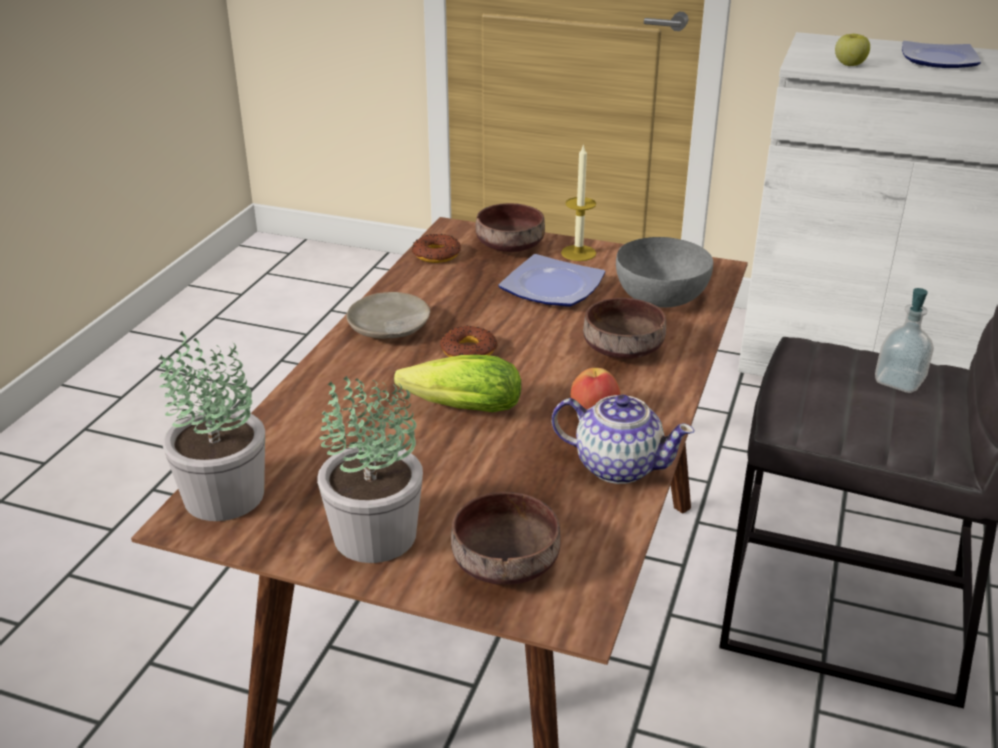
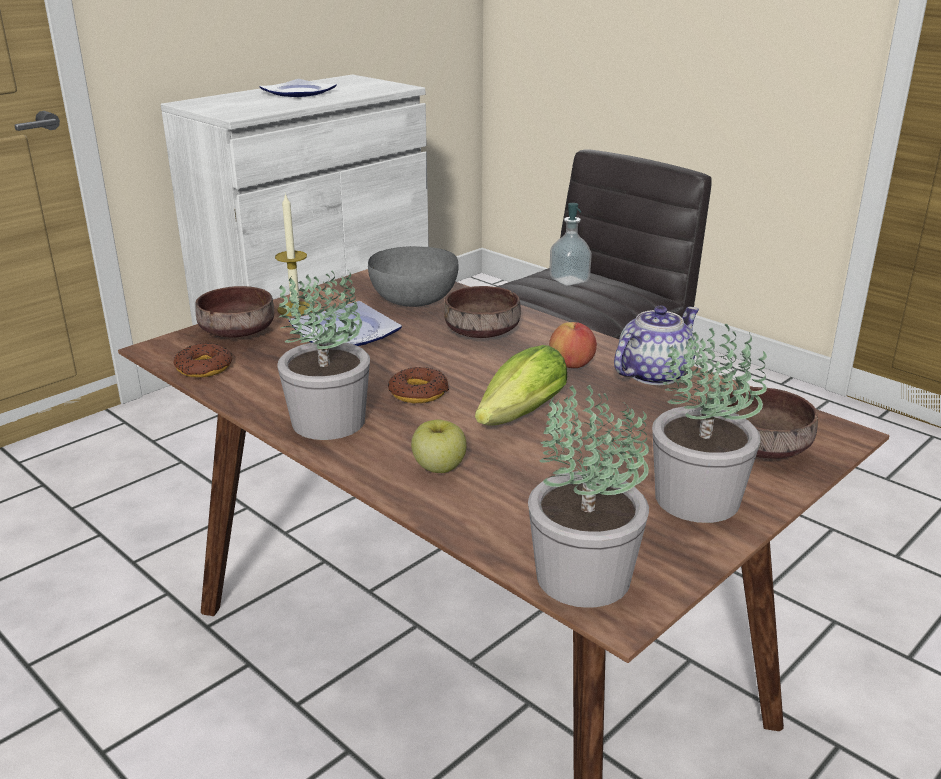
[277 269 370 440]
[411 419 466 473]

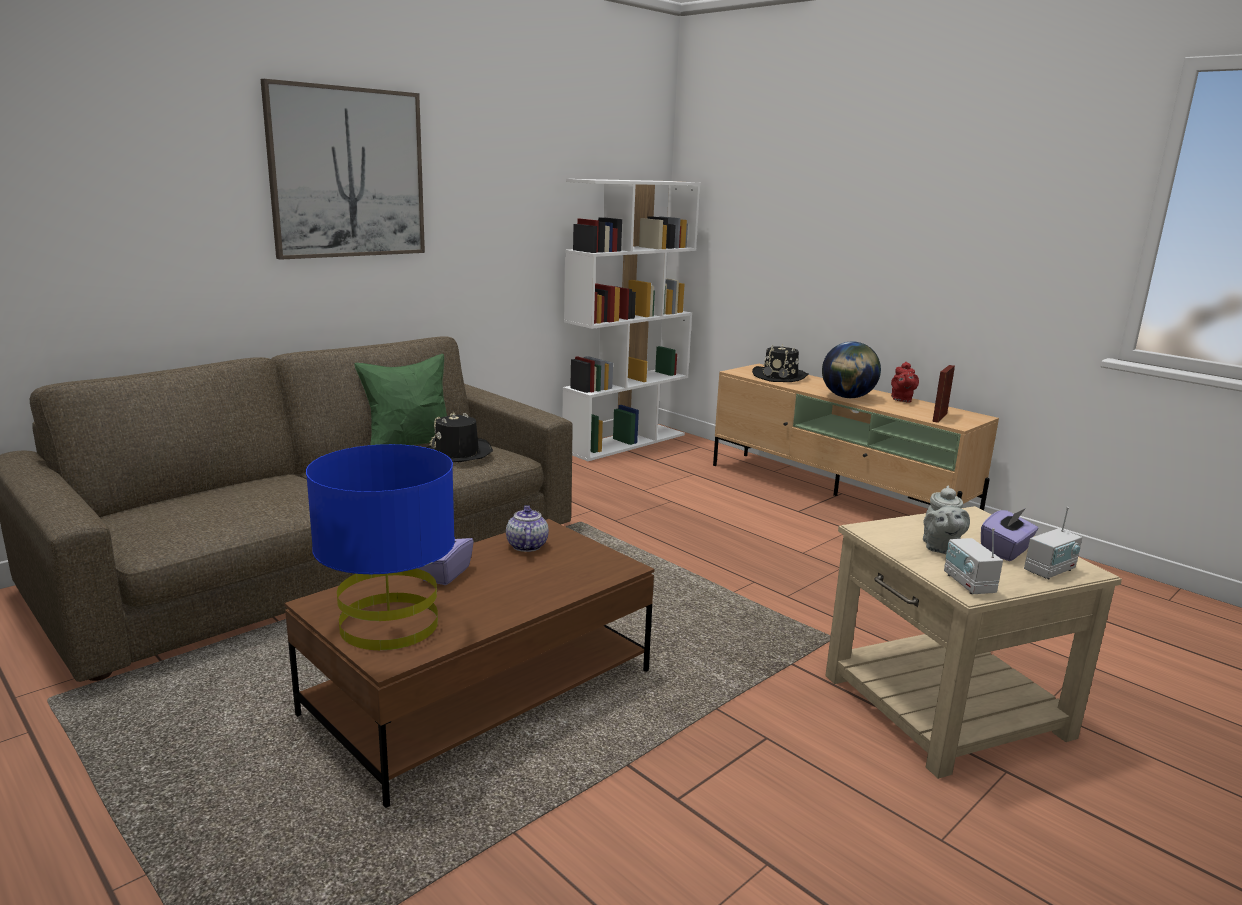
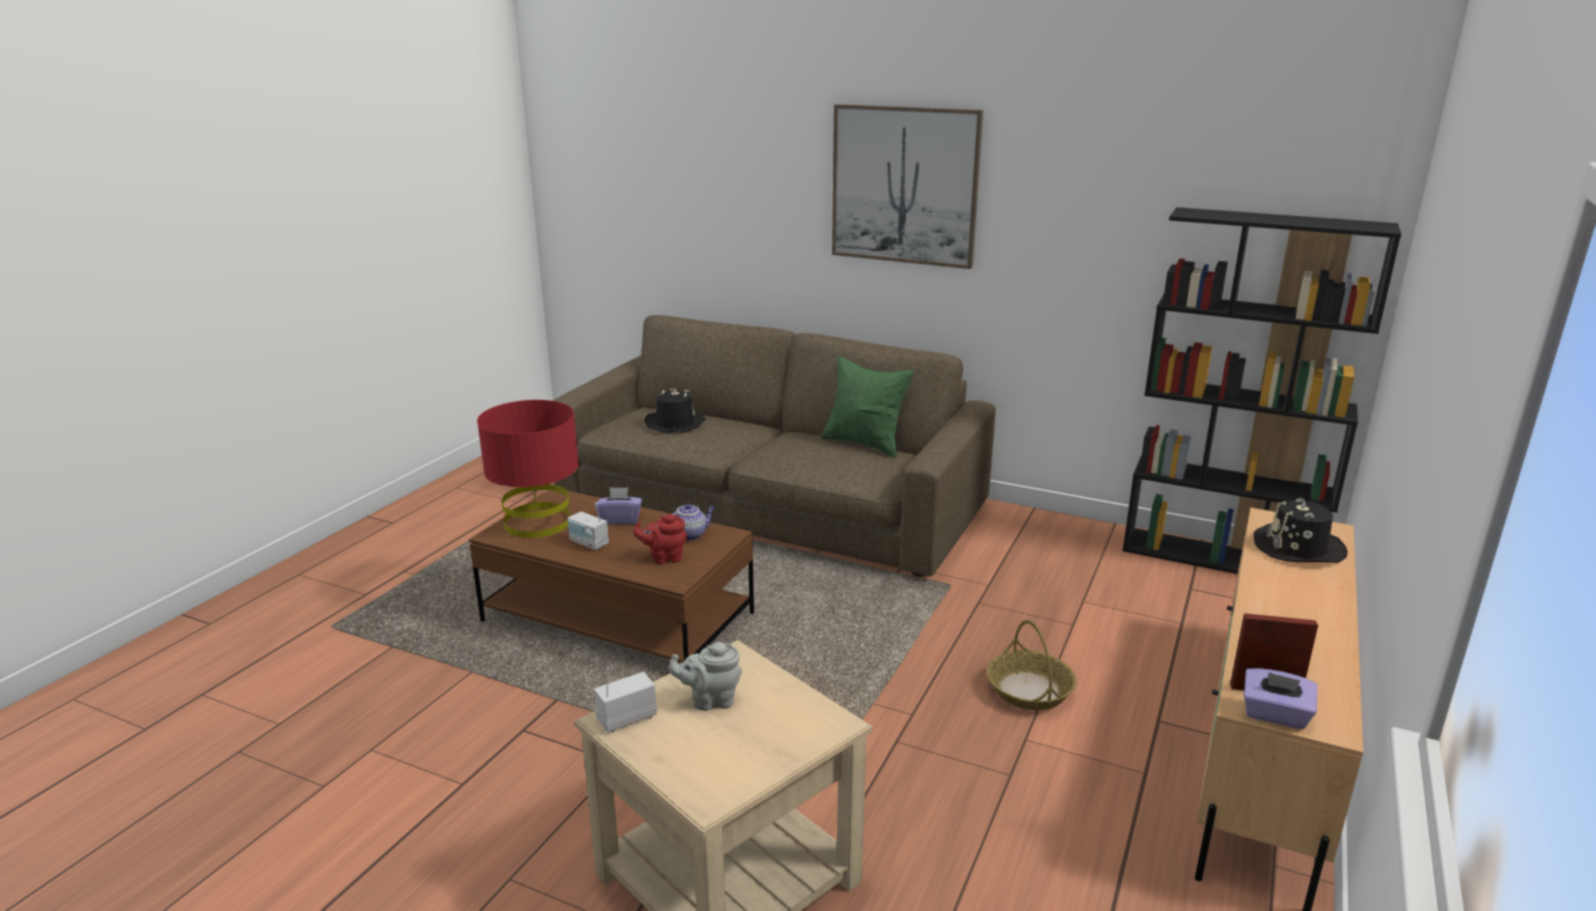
[477 400 579 538]
[567 502 609 550]
[634 514 687 564]
[645 388 706 433]
[987 620 1077 710]
[1122 207 1401 574]
[1244 668 1318 729]
[822 341 881 398] (first image)

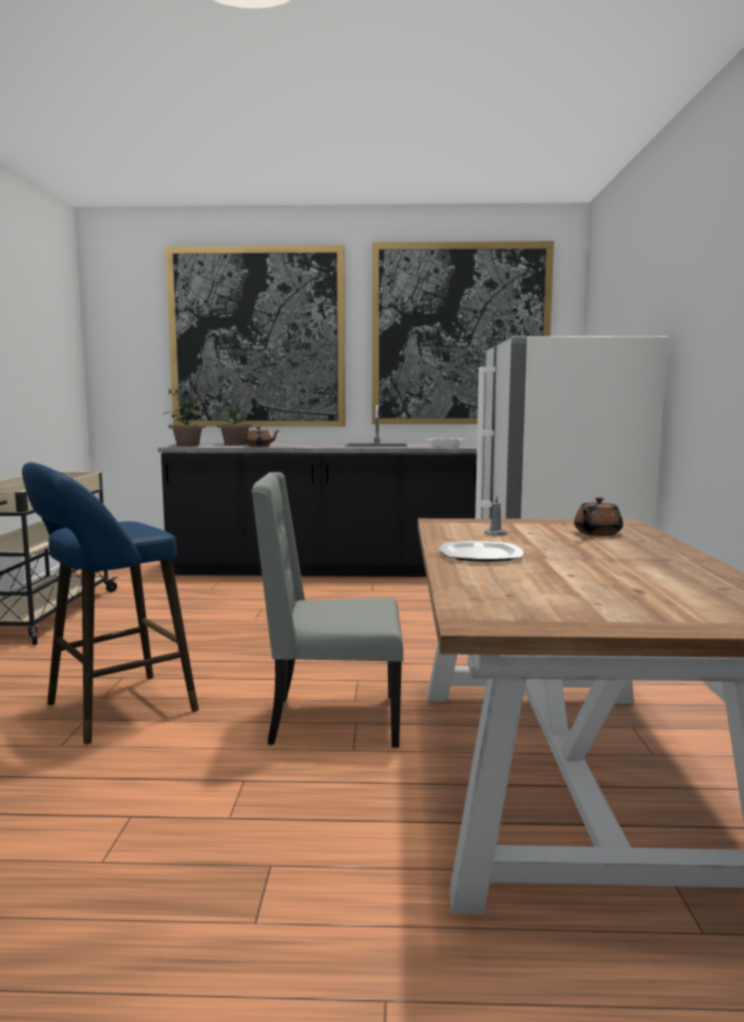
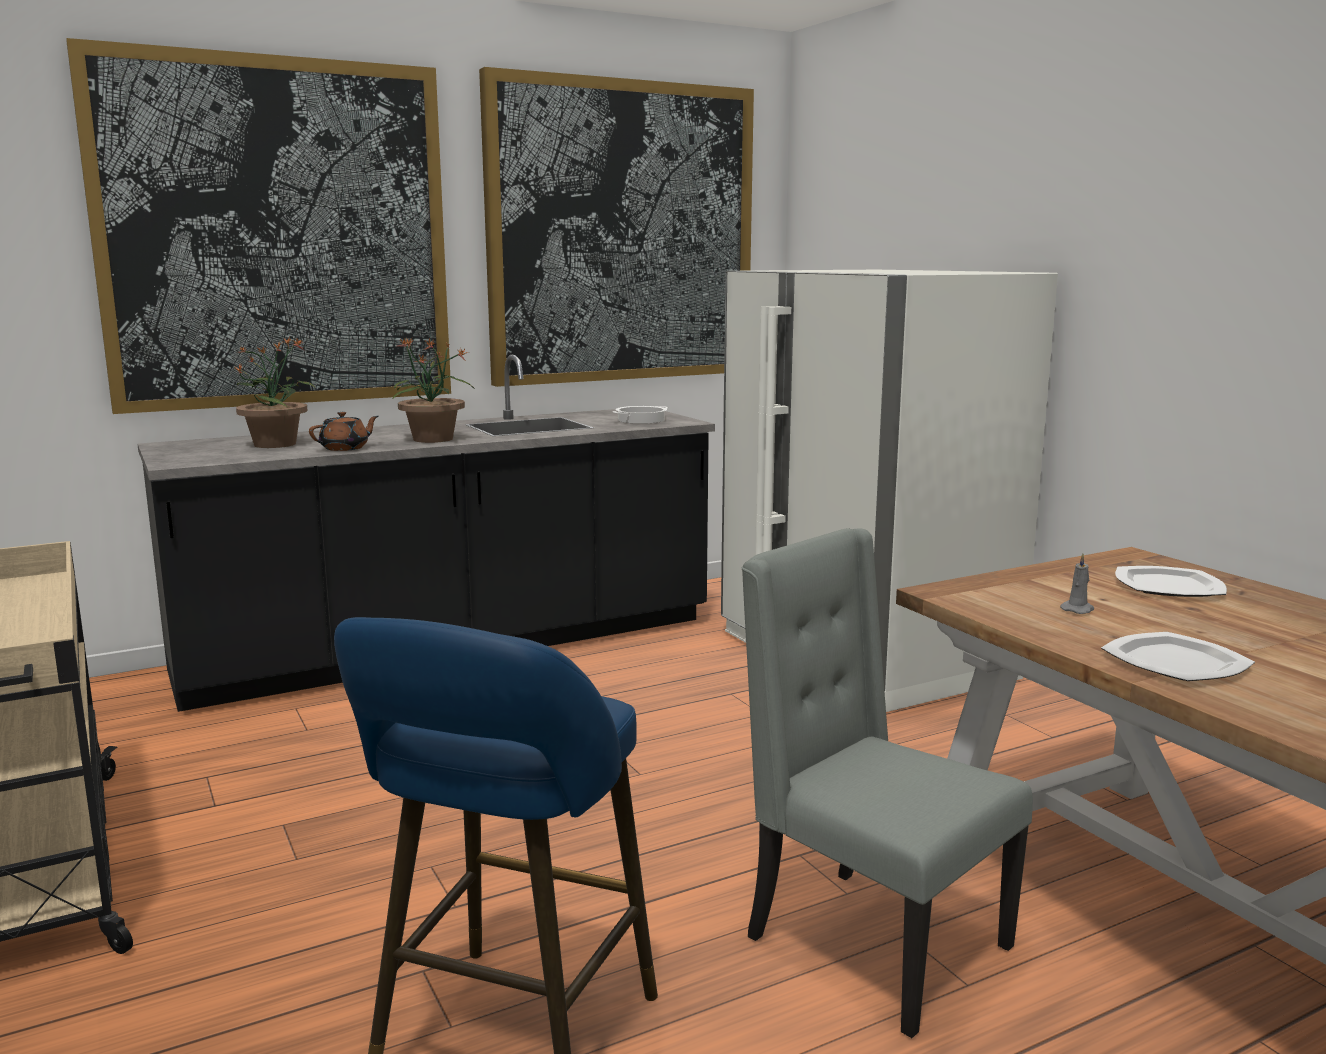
[393 338 474 443]
[742 528 1033 1038]
[1115 566 1227 597]

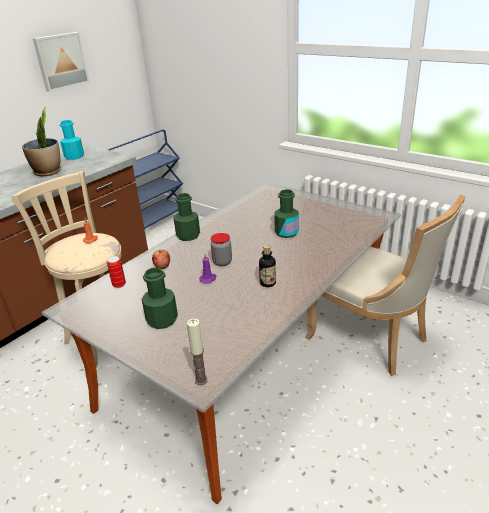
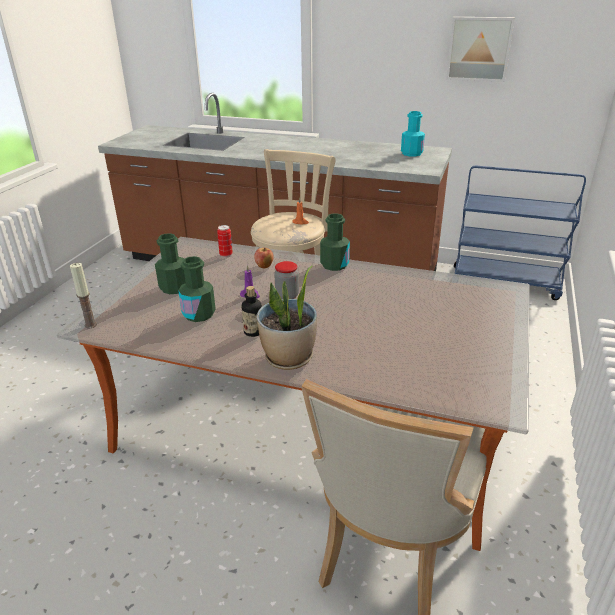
[178 256 216 322]
[256 266 317 370]

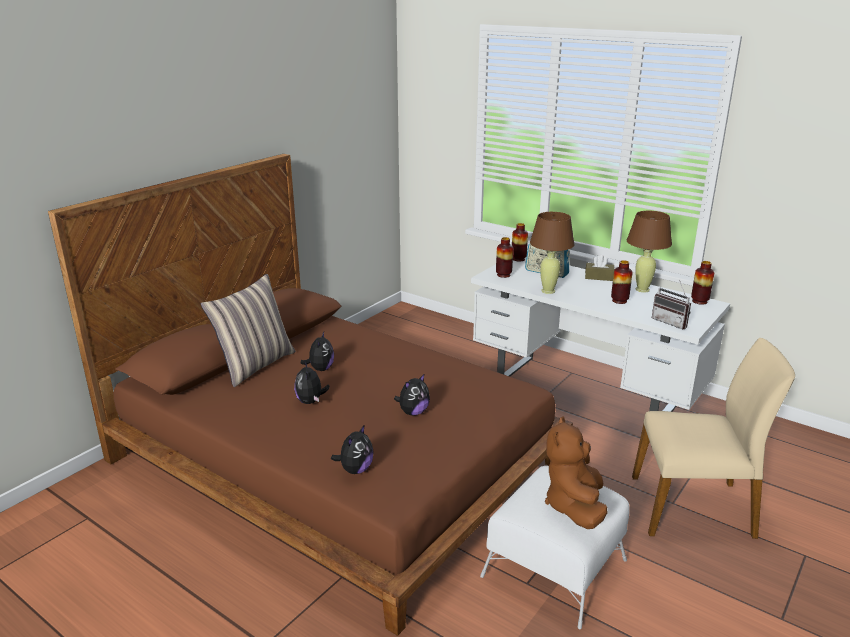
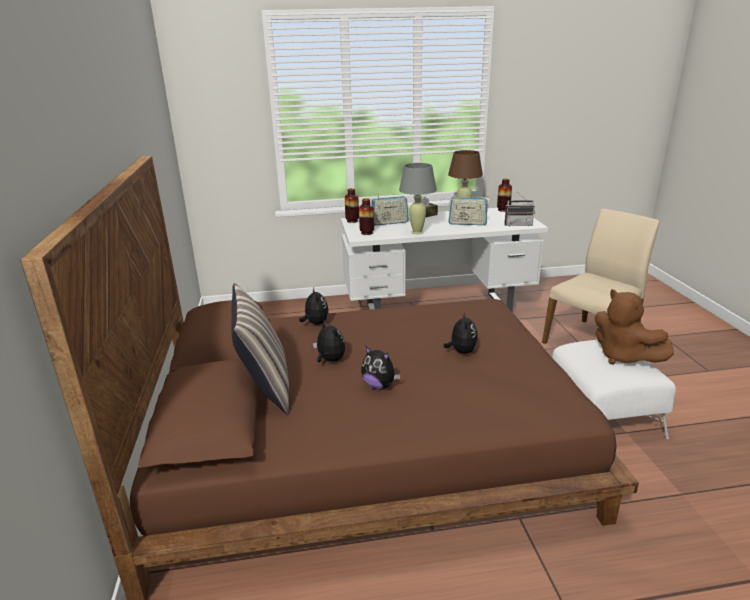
[299 288 329 325]
[399 163 437 234]
[448 192 488 225]

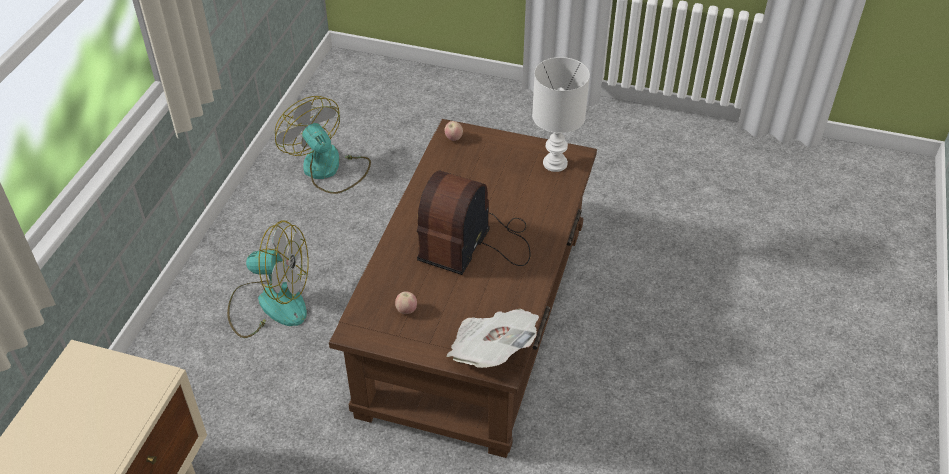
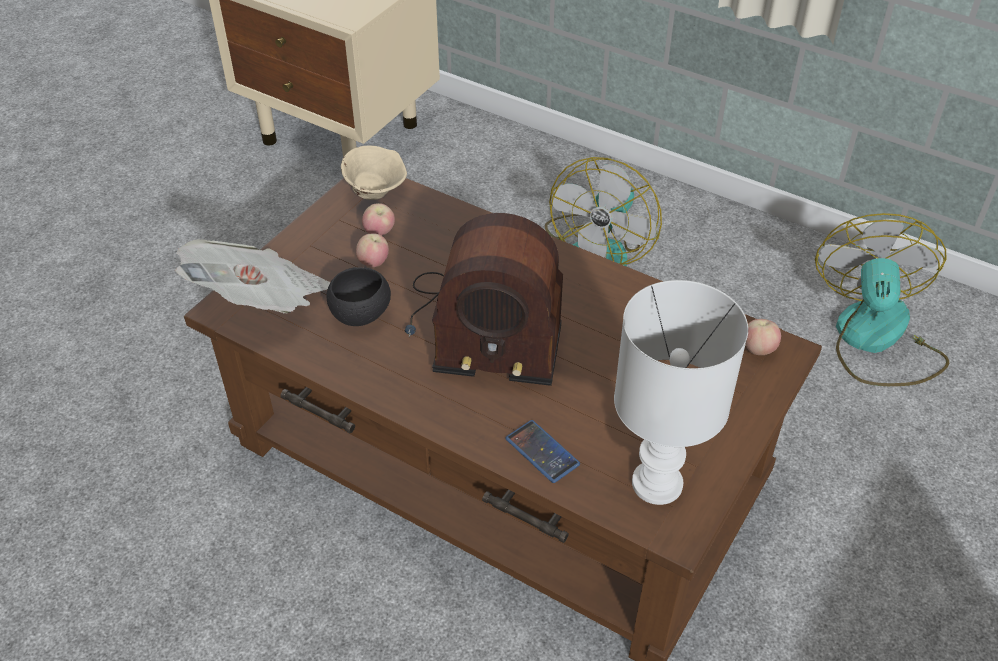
[327 267 391 326]
[341 146 407 200]
[356 233 389 267]
[405 213 563 386]
[505 420 580 483]
[815 213 949 386]

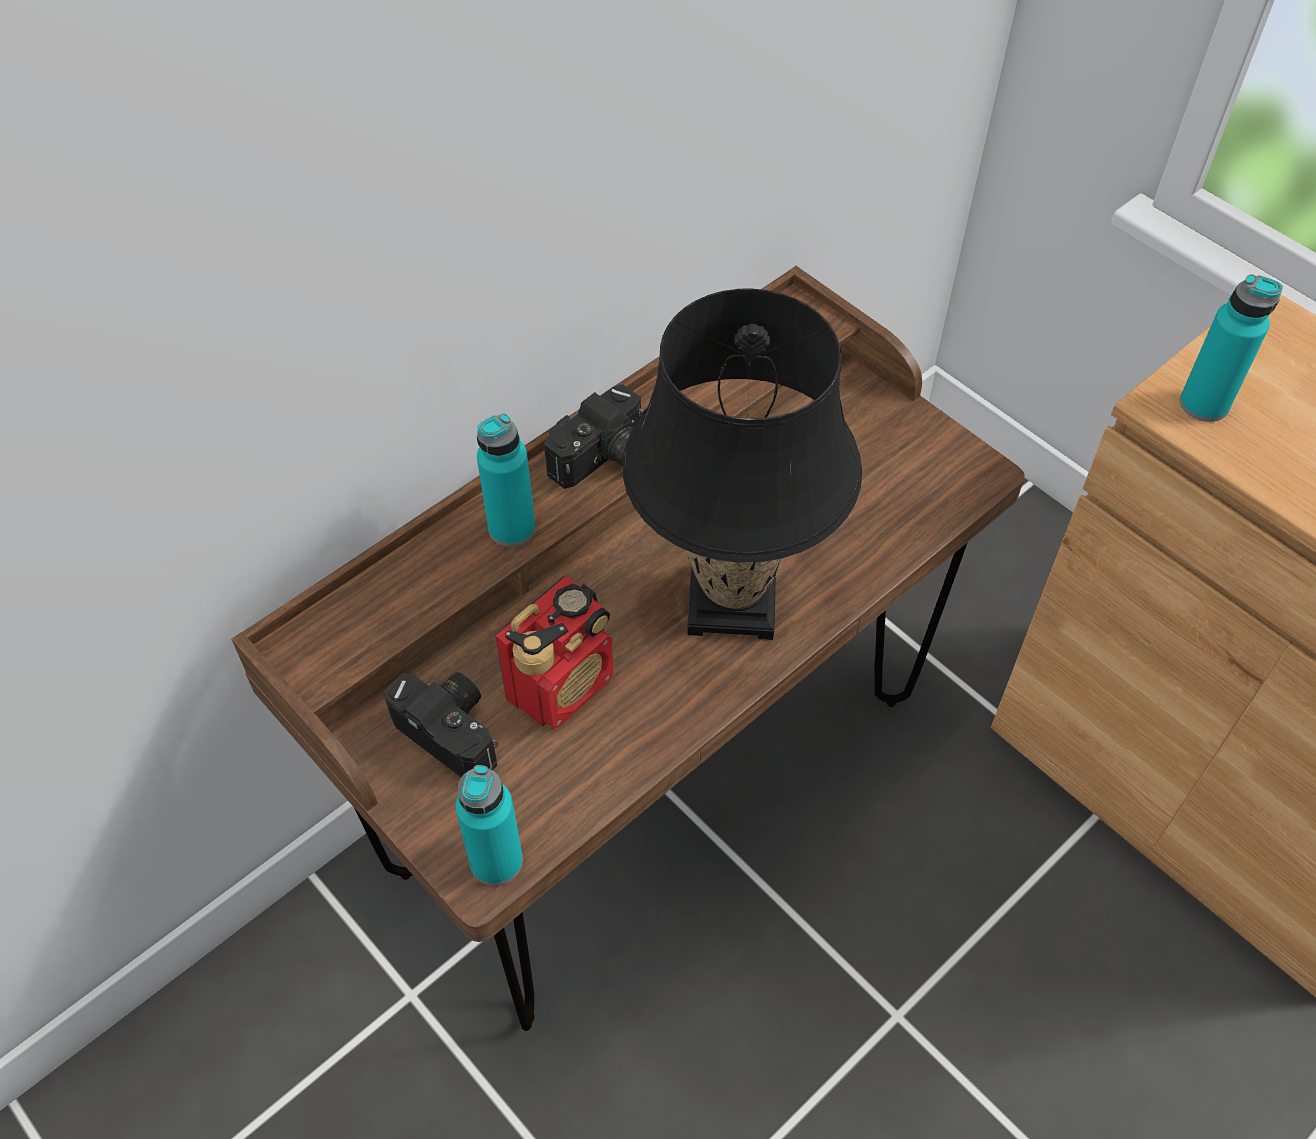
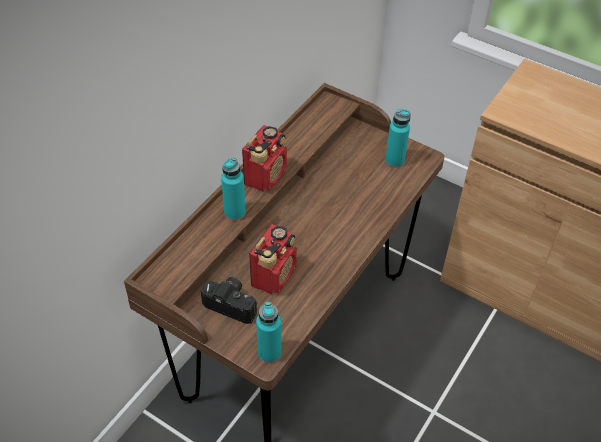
[242 125 287 191]
[385 109 411 167]
[622 288 862 640] (first image)

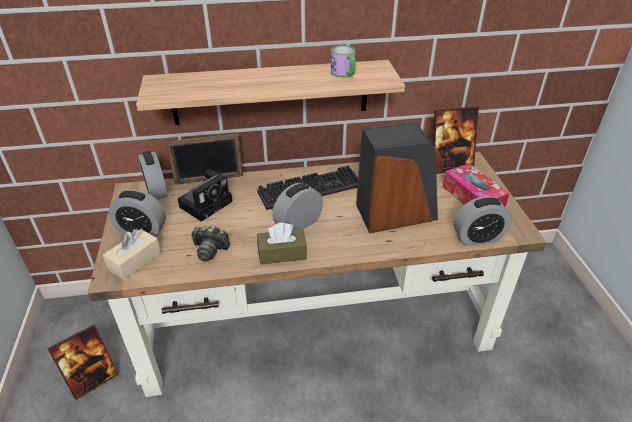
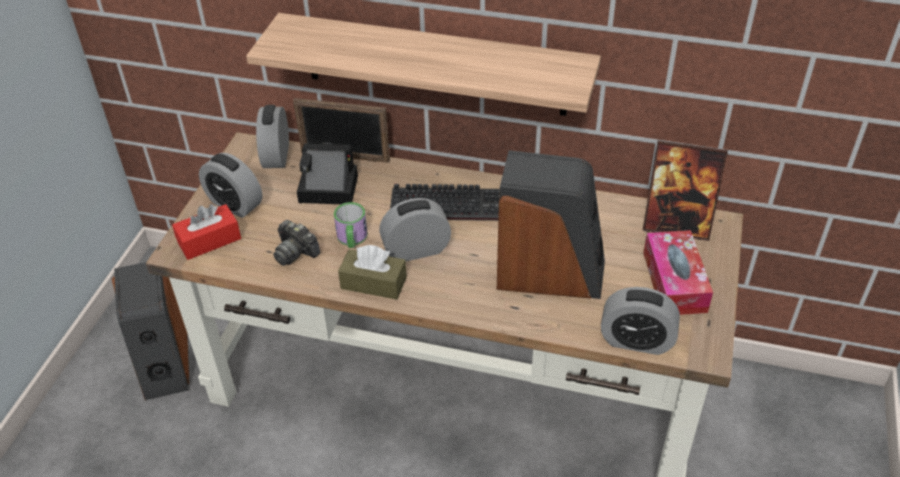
[112 262 189 400]
[172 204 241 260]
[297 142 358 204]
[334 202 368 248]

